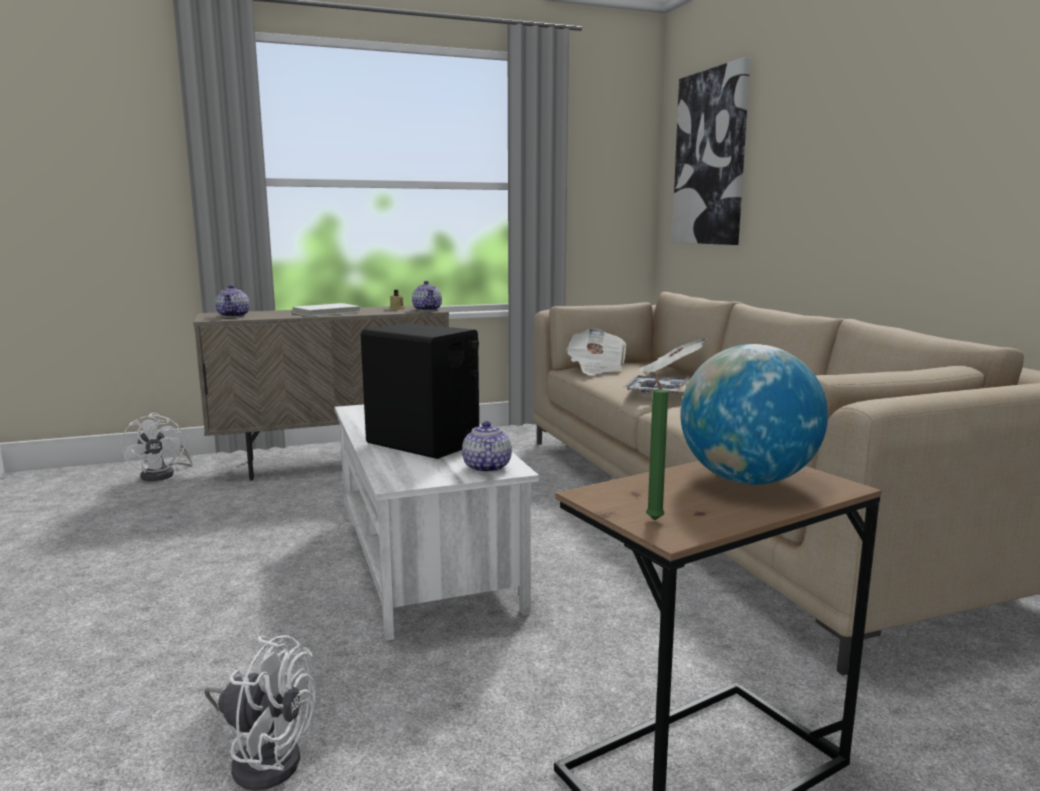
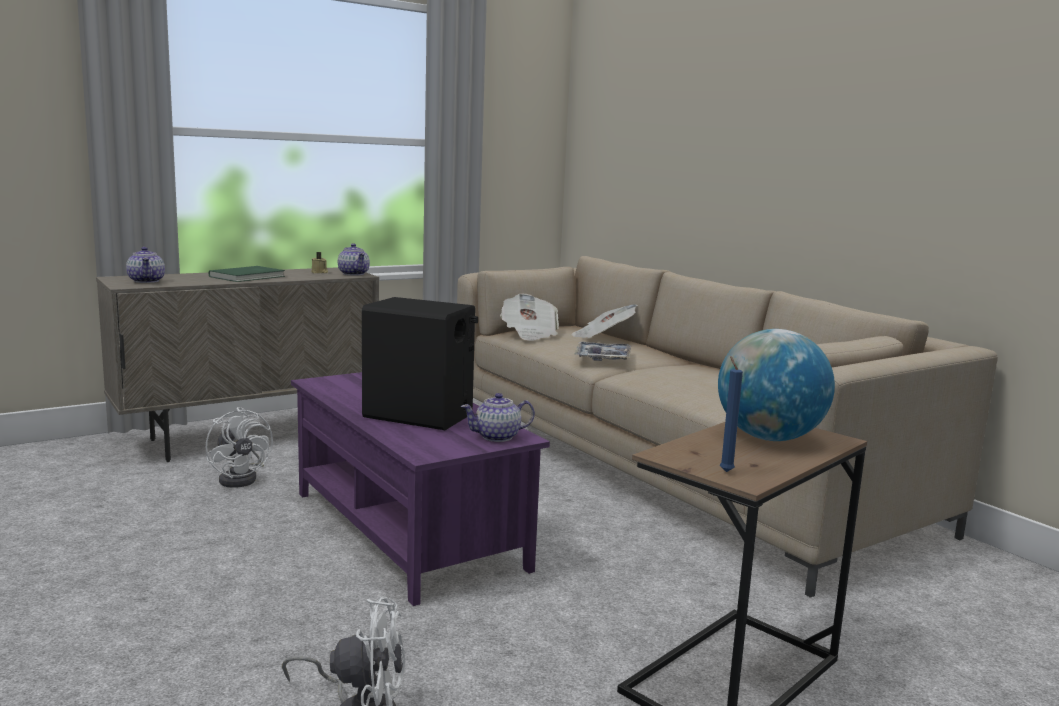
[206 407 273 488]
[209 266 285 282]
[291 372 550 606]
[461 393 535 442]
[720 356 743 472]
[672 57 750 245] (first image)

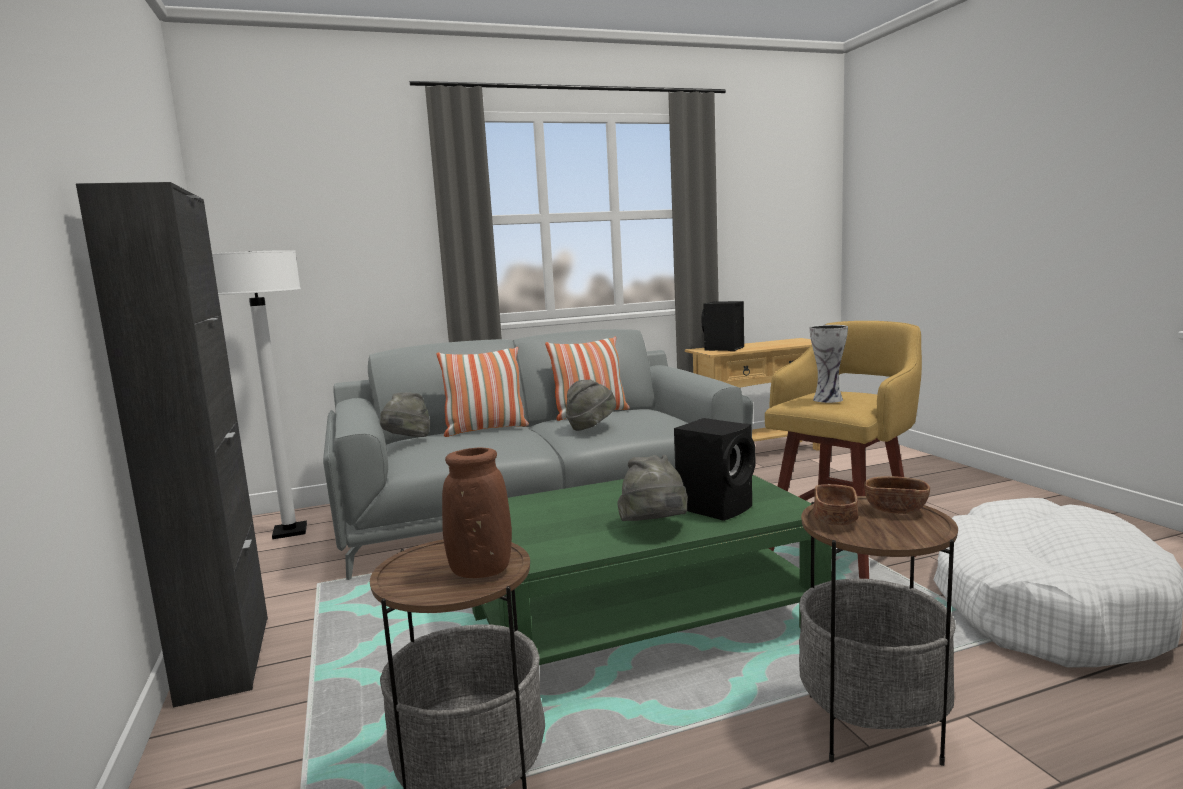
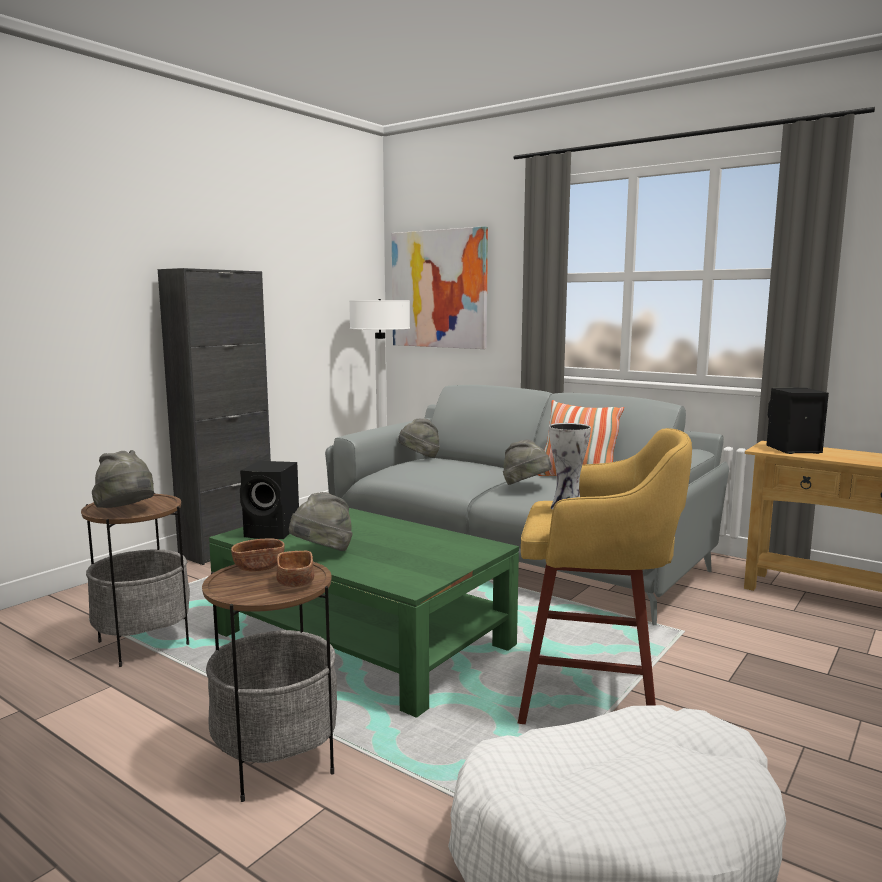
[92 450 154 508]
[240 461 299 539]
[392 226 488 349]
[436 347 529 437] (first image)

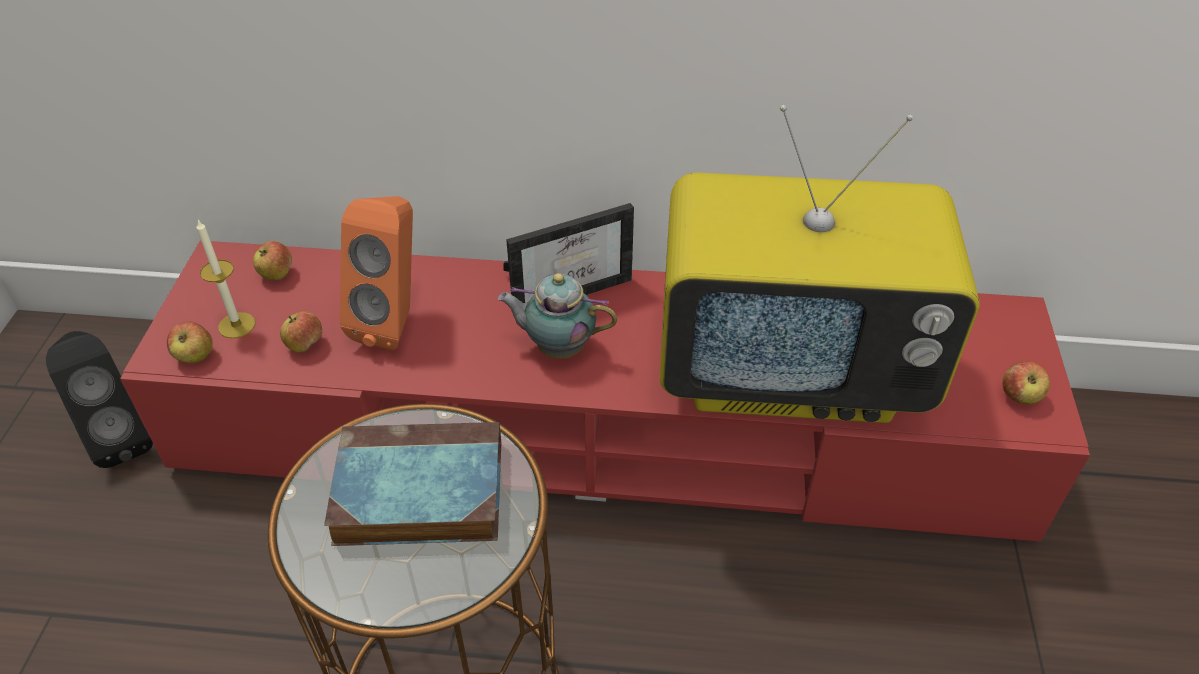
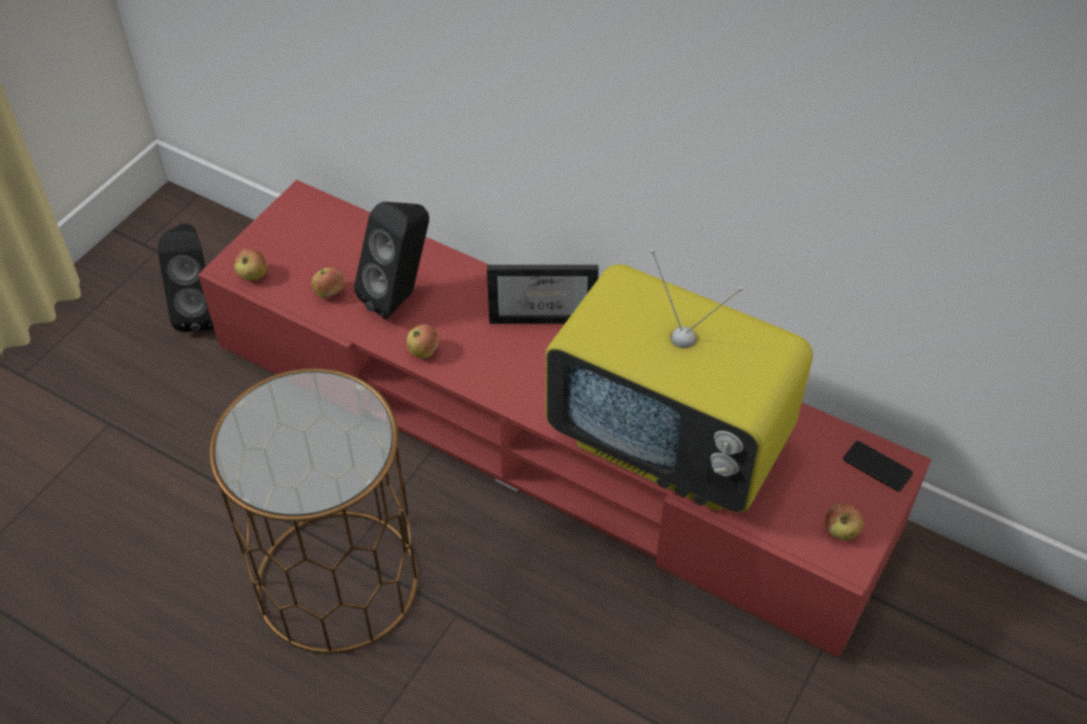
[354 202 429 320]
[406 324 439 358]
[843 441 913 492]
[197 220 255 338] (first image)
[324 422 501 546] (first image)
[498 273 617 359] (first image)

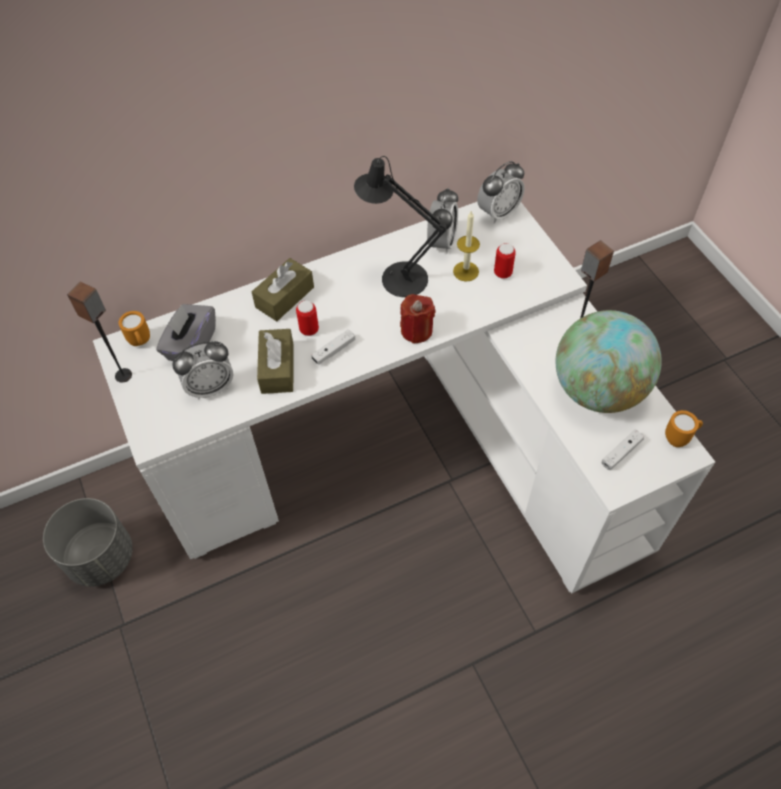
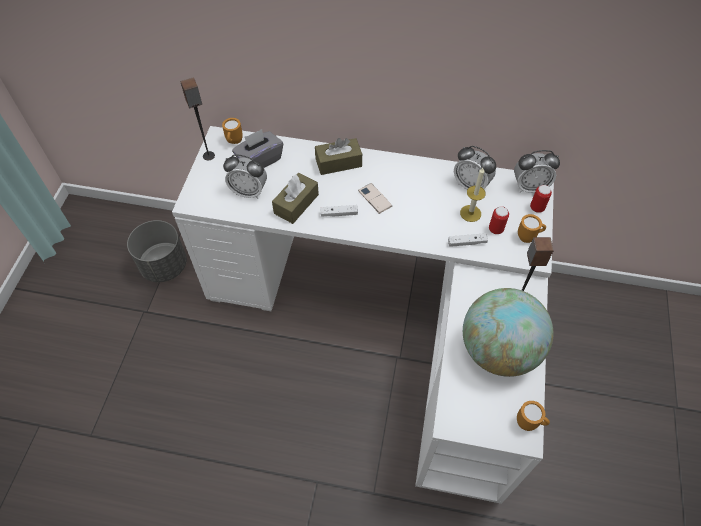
[358 183 392 214]
[448 233 488 247]
[454 146 496 190]
[518 214 546 243]
[530 185 552 213]
[354 156 447 297] (first image)
[400 294 435 344] (first image)

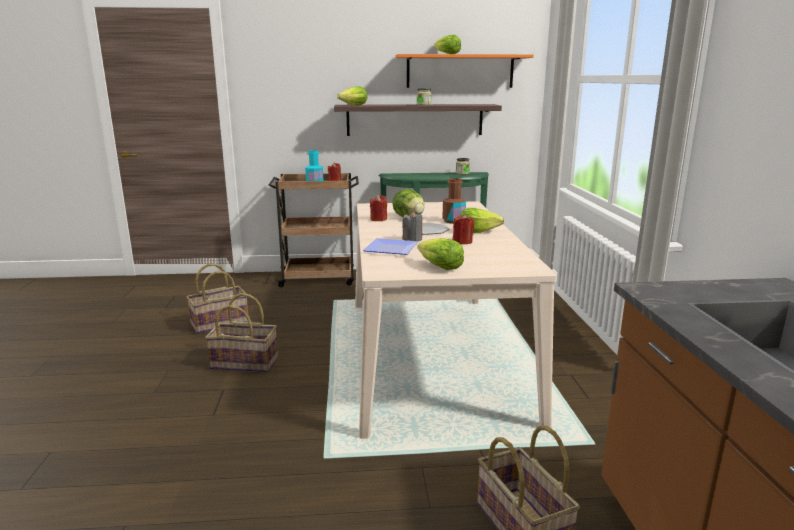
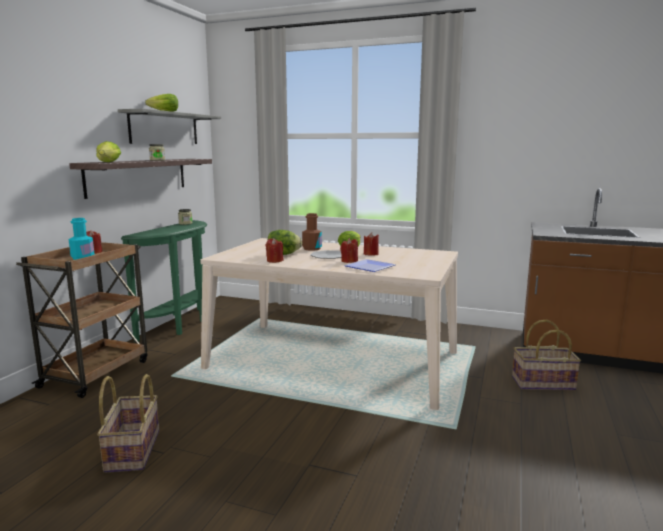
[118 108 221 144]
[340 238 358 263]
[205 293 278 372] (first image)
[417 238 464 270] (first image)

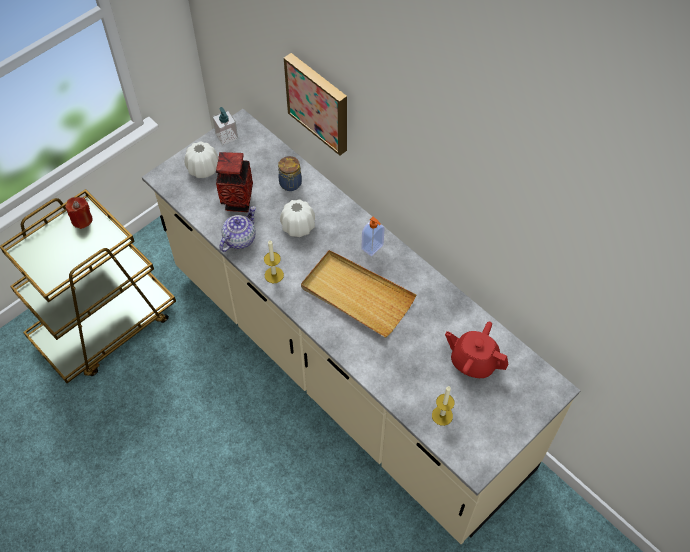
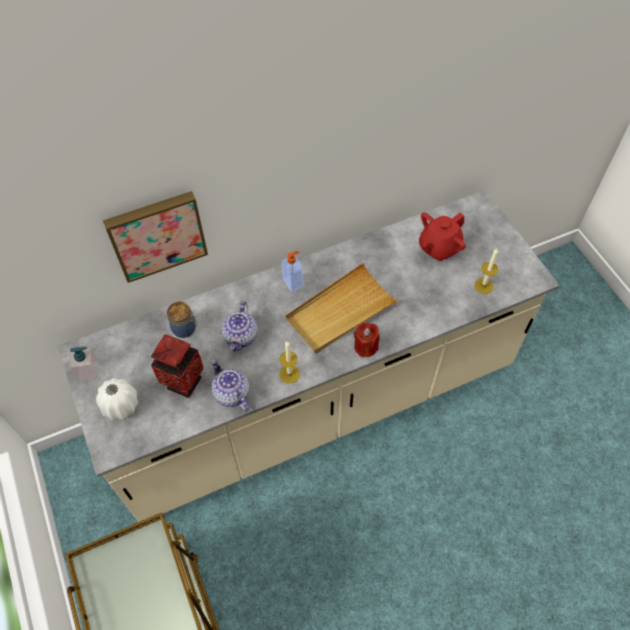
[222 301 258 352]
[354 323 380 357]

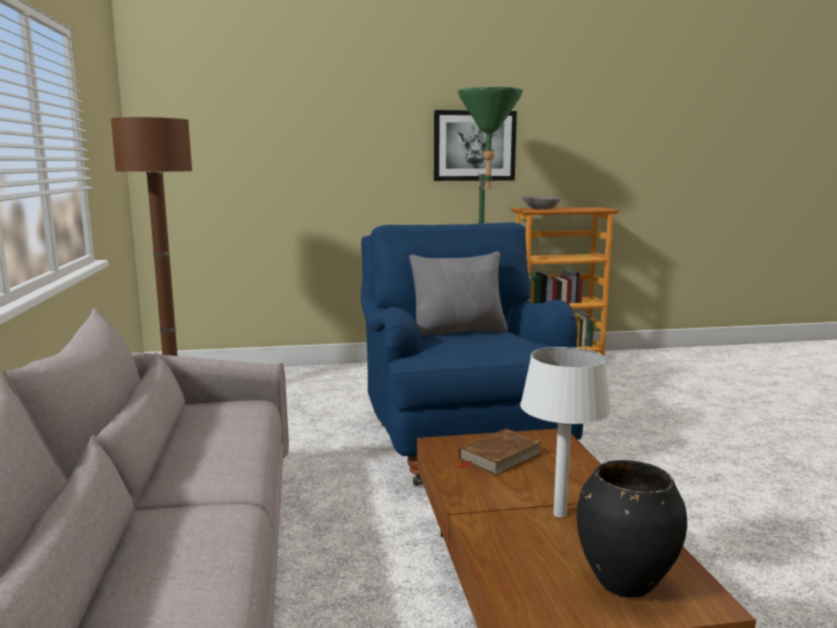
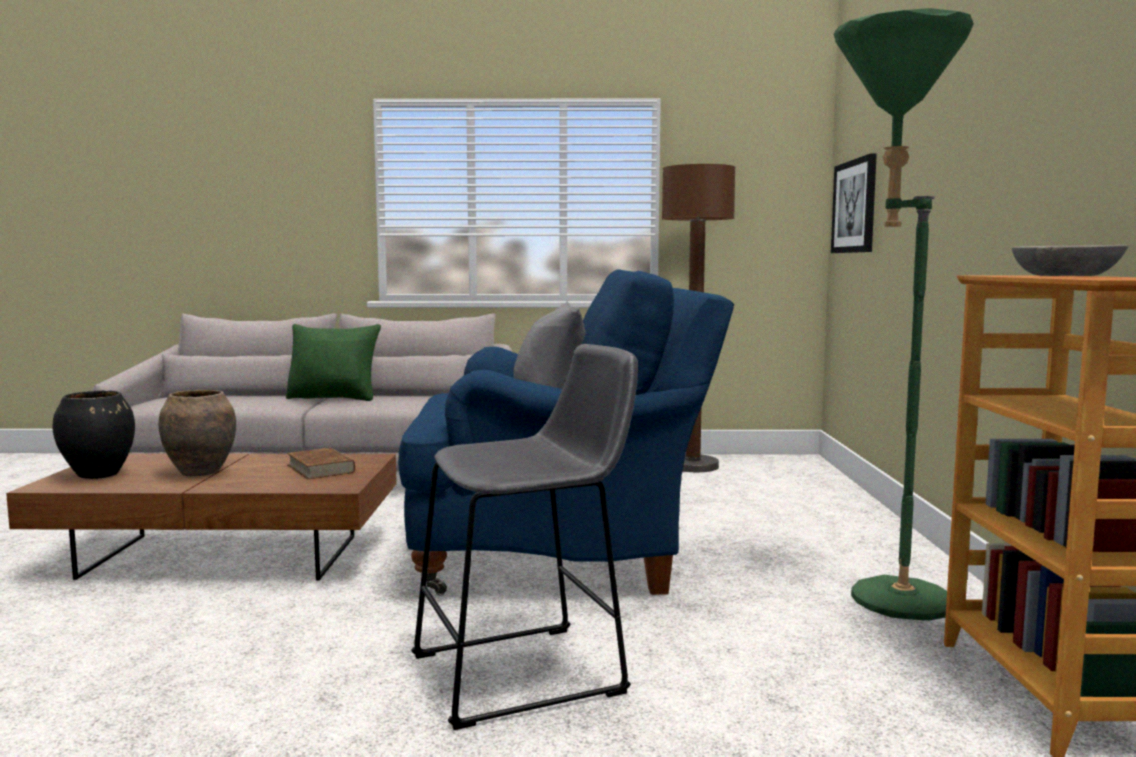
[159 390 236 476]
[286 324 381 401]
[411 344 638 730]
[831 153 877 253]

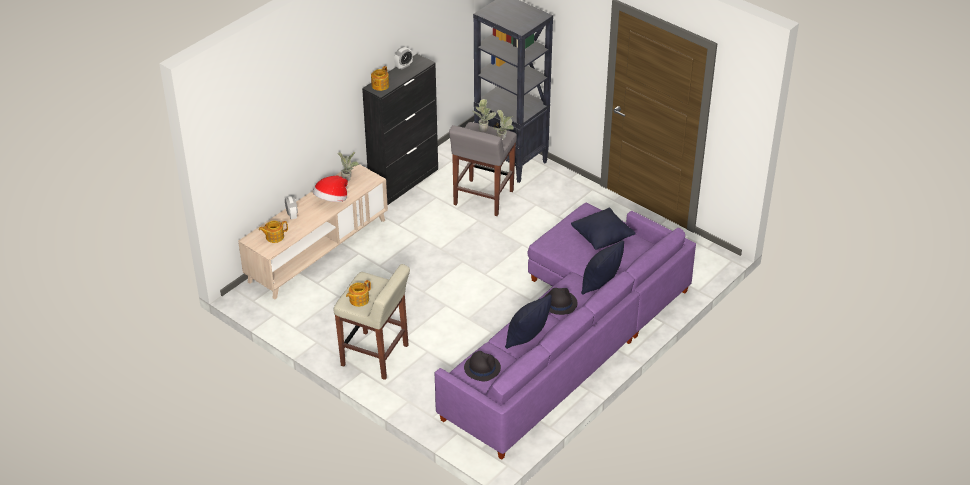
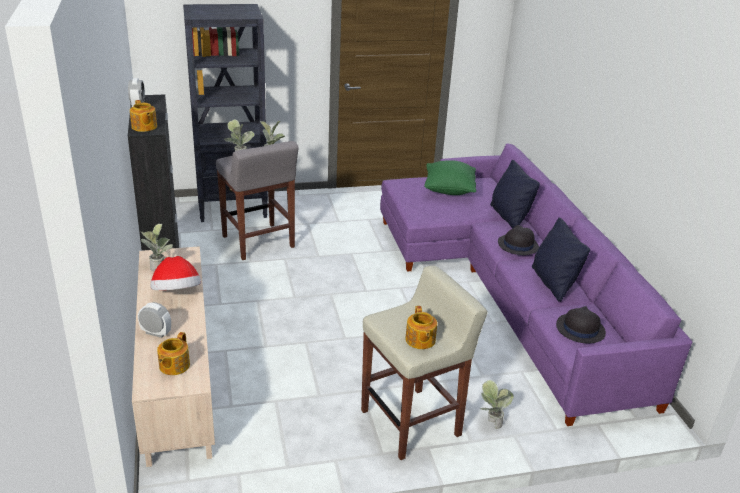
[424 160 476 195]
[479 380 514 429]

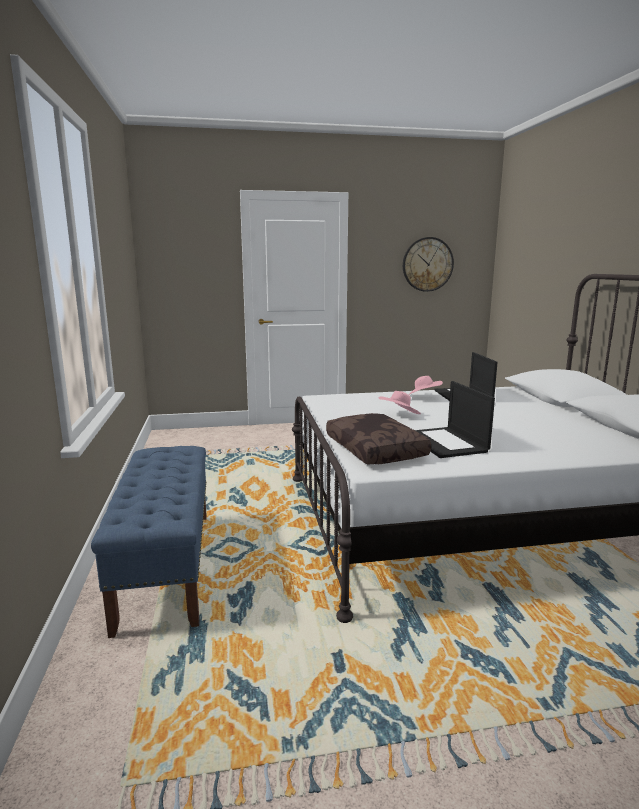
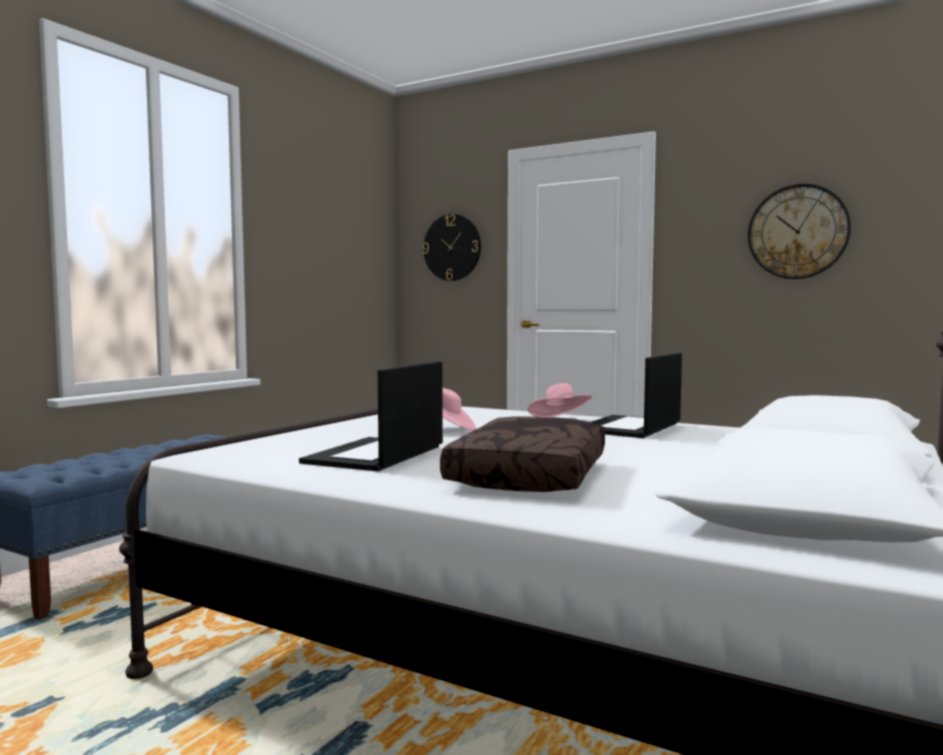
[423 214 481 281]
[440 416 605 492]

